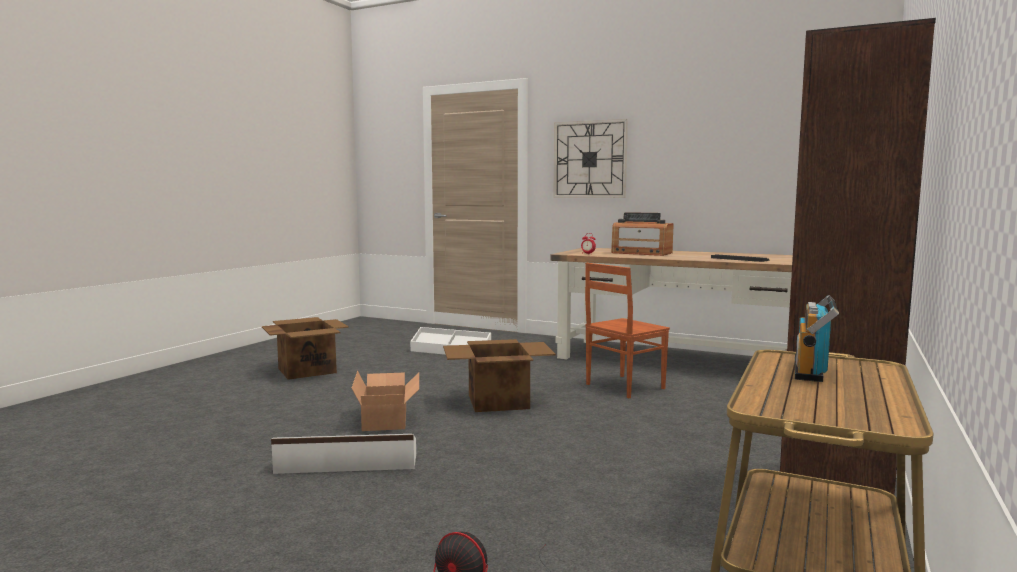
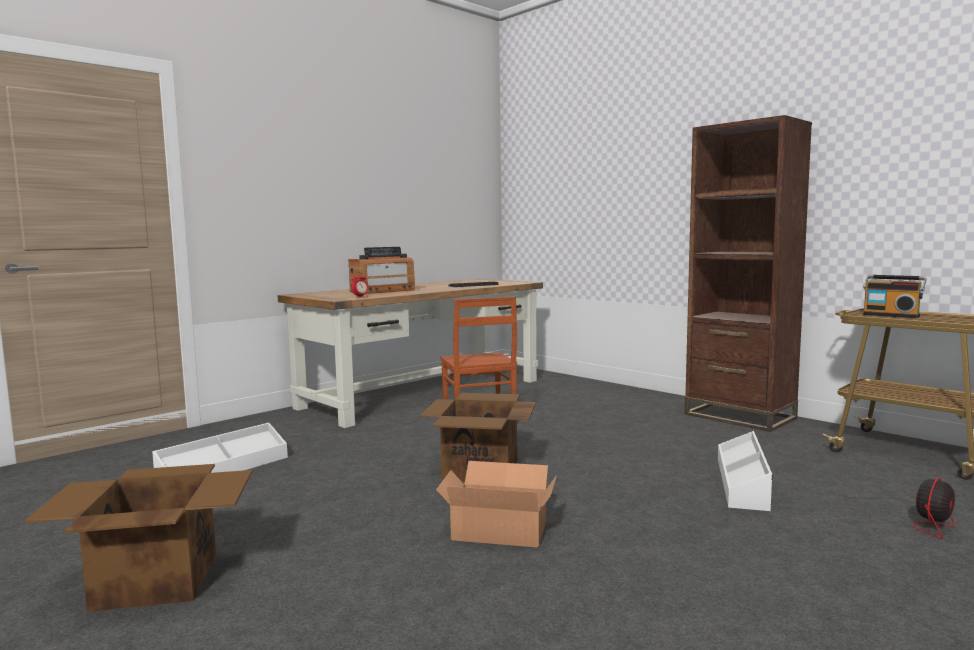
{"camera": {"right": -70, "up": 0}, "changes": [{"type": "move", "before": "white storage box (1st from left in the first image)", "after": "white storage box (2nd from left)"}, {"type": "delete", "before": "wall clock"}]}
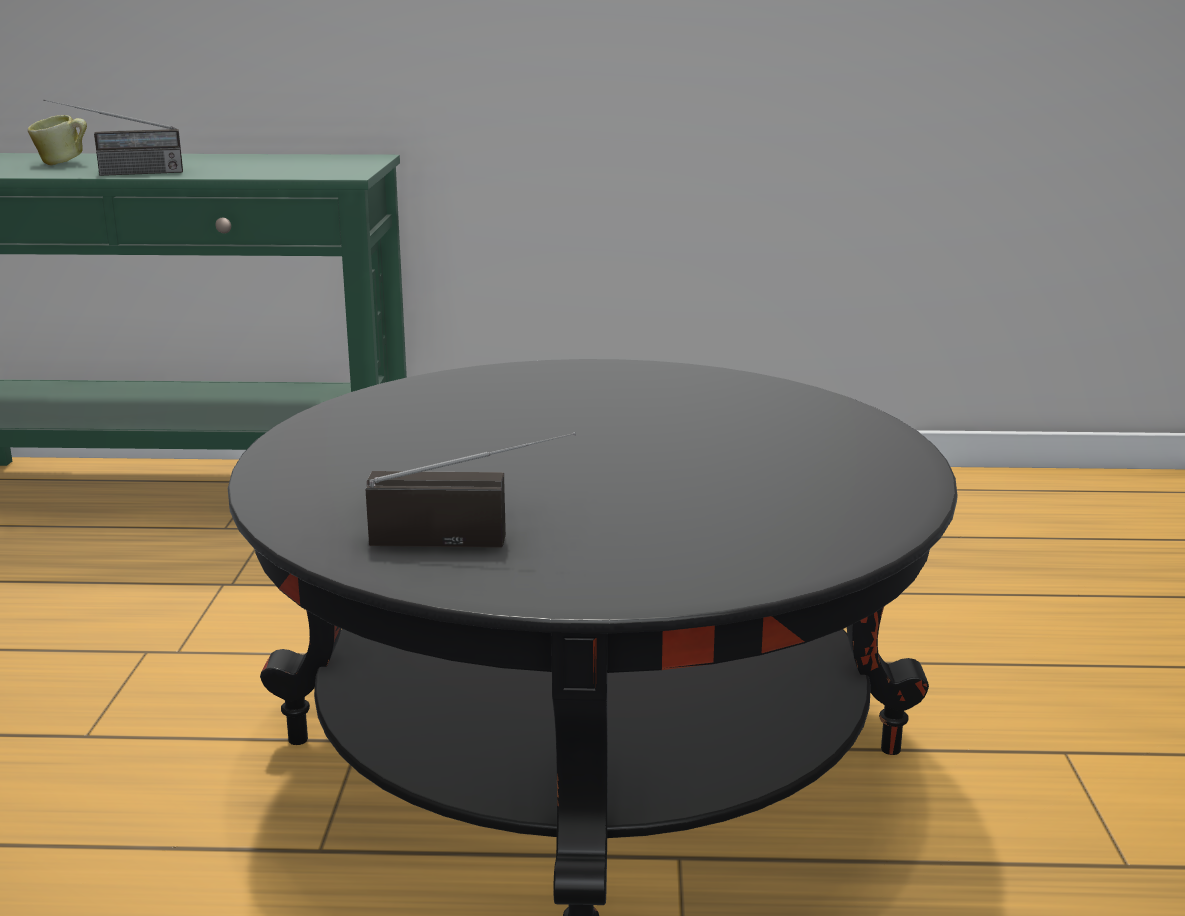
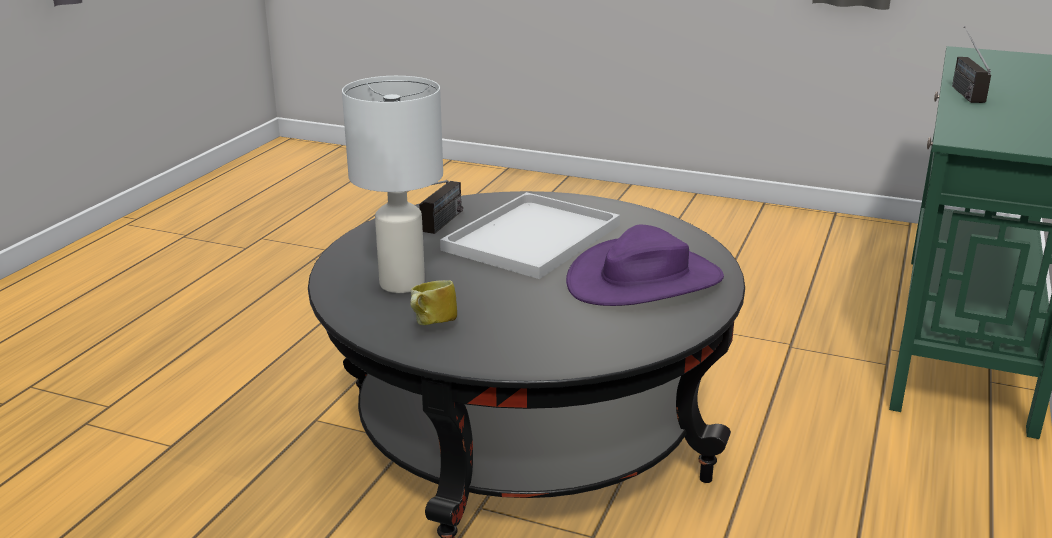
{"camera": {"right": 110, "up": 5}, "changes": [{"type": "move", "before": "mug"}, {"type": "insert", "after": "white table lamp"}, {"type": "insert", "after": "white tray"}, {"type": "insert", "after": "purple hat"}]}
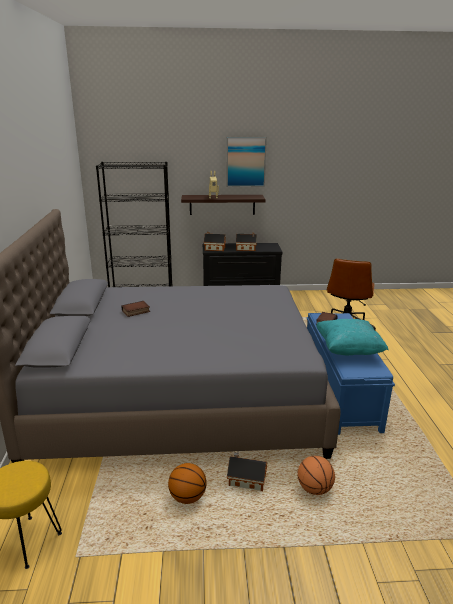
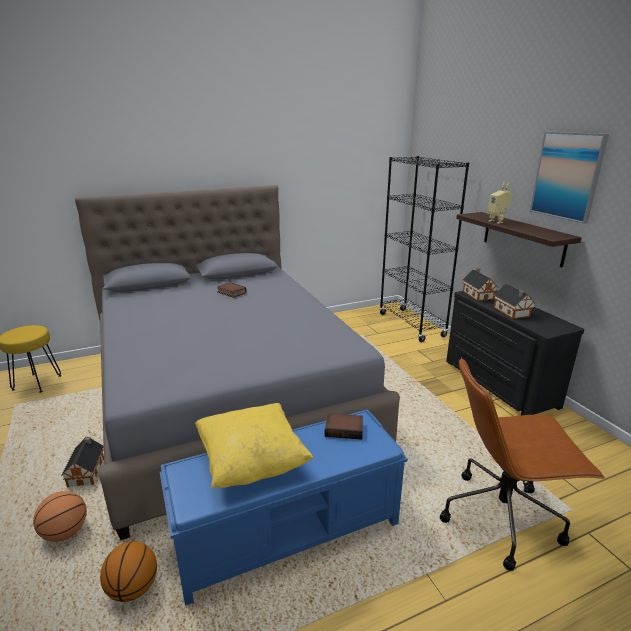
{"camera": {"right": 70, "up": 0}, "changes": [{"type": "move", "before": "basketball (1st from left in the first image)", "after": "basketball (2nd from left)"}, {"type": "recolor", "before": "turquoise pillow", "after": "yellow pillow"}]}
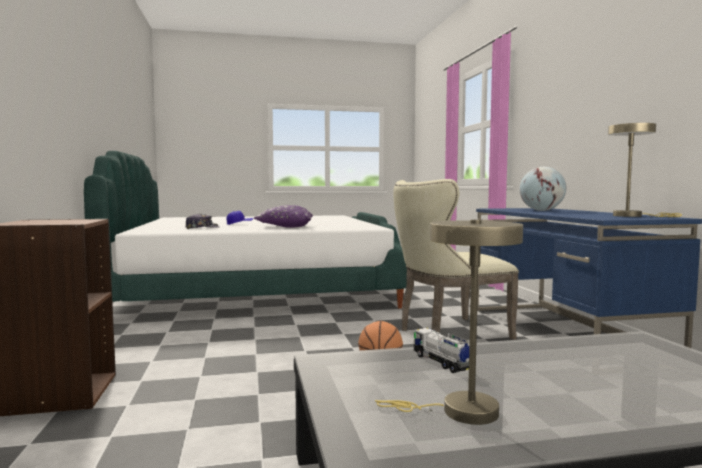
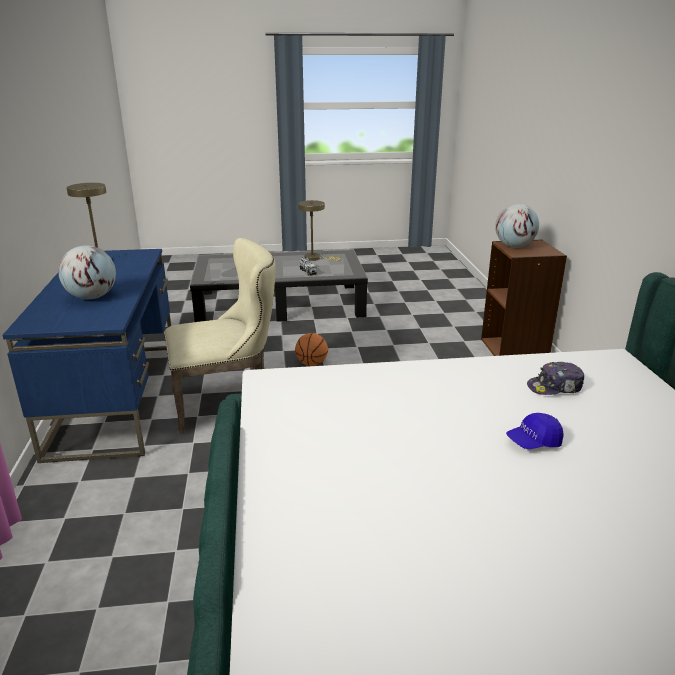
{"camera": {"right": -175, "up": 20}, "changes": [{"type": "delete", "before": "purple pillow"}, {"type": "insert", "after": "globe (2nd from left)"}]}
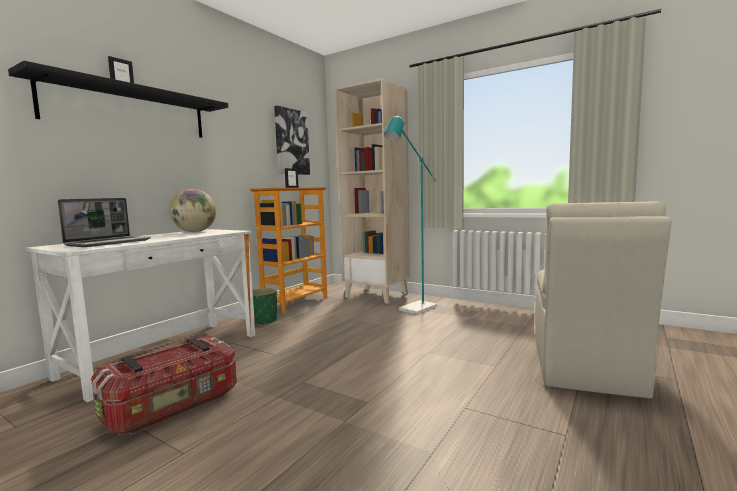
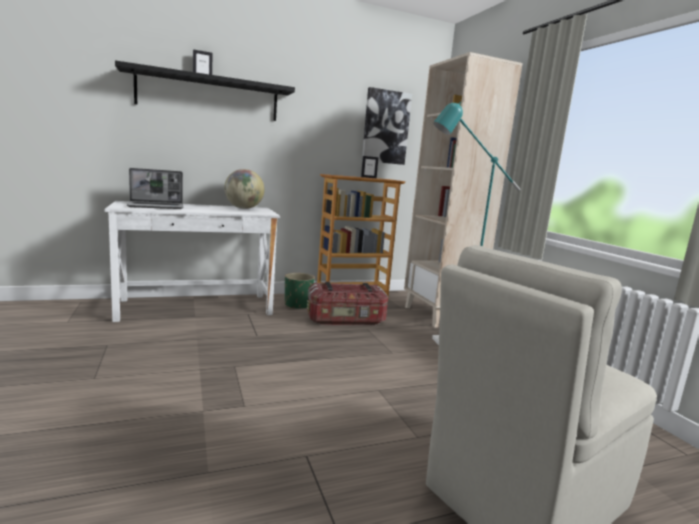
{"camera": {"right": 35, "up": 5}, "changes": [{"type": "move", "before": "storage box"}]}
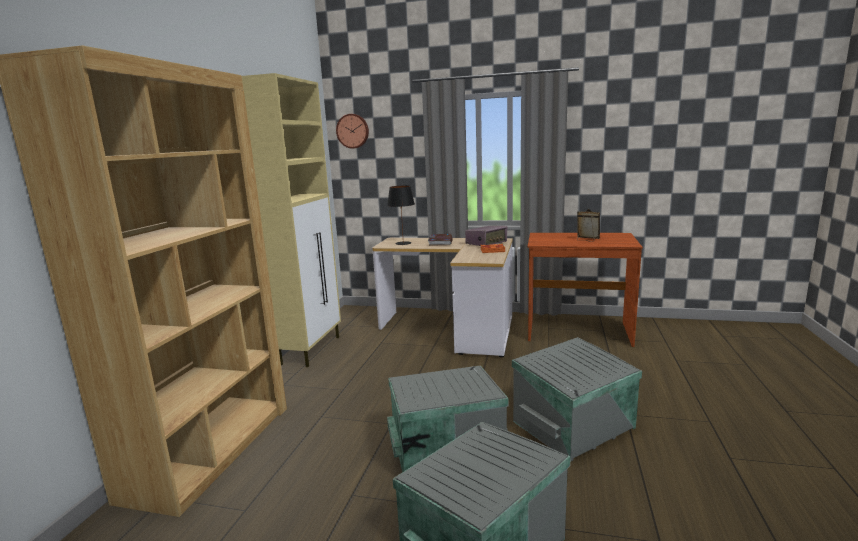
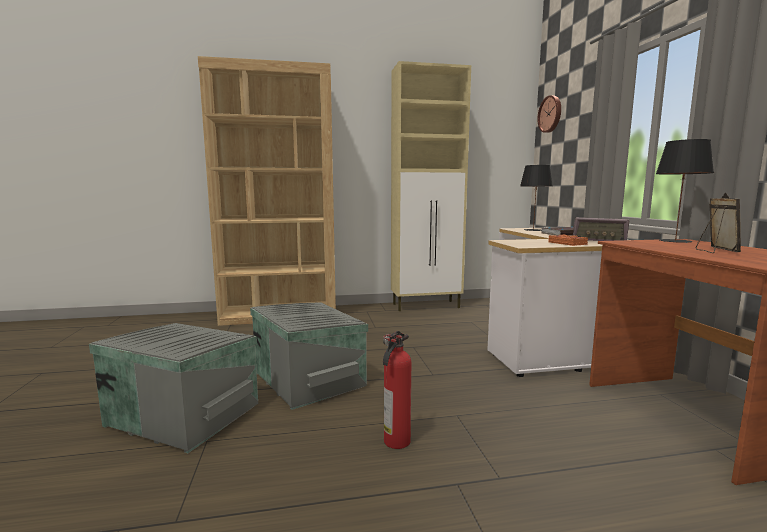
{"camera": {"right": 65, "up": -5}, "changes": [{"type": "replace", "before": "grey storage box (3rd from left)", "after": "fire extinguisher"}, {"type": "insert", "after": "black table lamp (2nd from left)"}]}
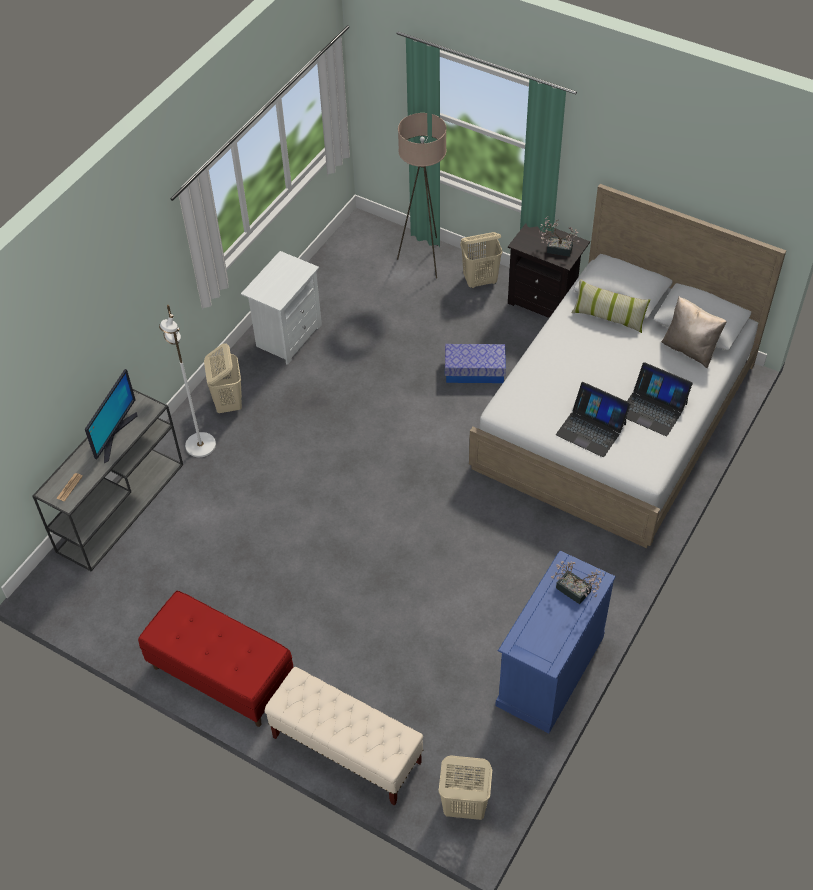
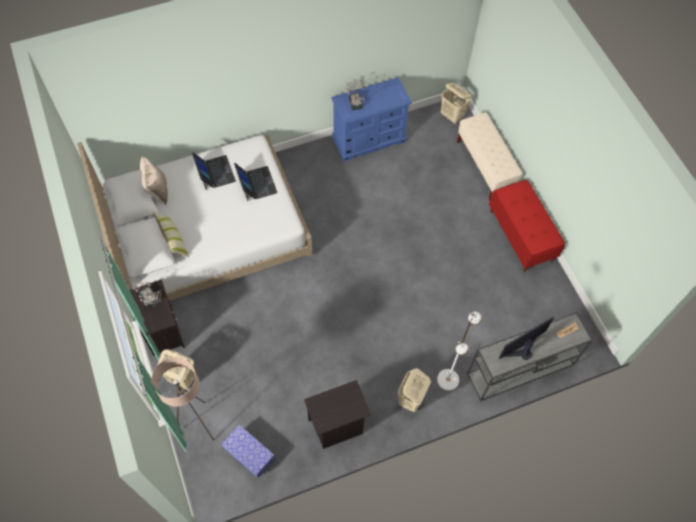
{"camera": {"right": -145, "up": 10}, "changes": [{"type": "recolor", "before": "white nightstand", "after": "black nightstand (2nd from left)"}, {"type": "move", "before": "storage box"}]}
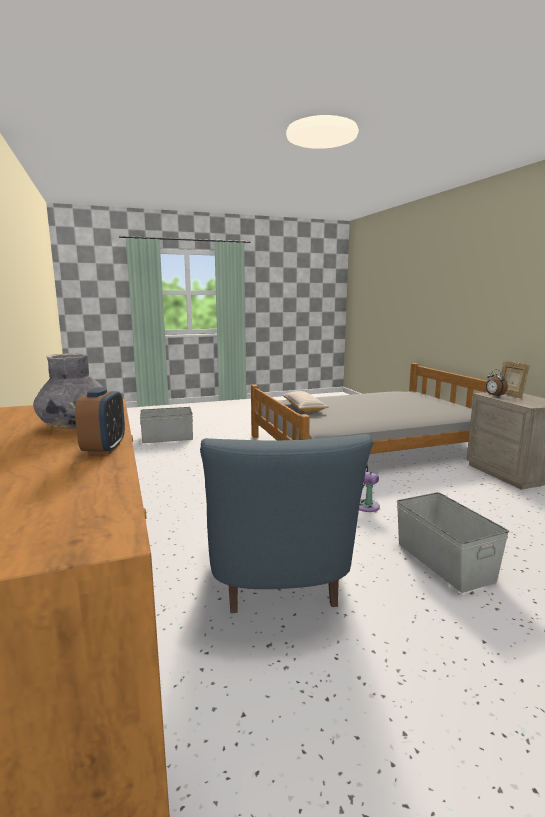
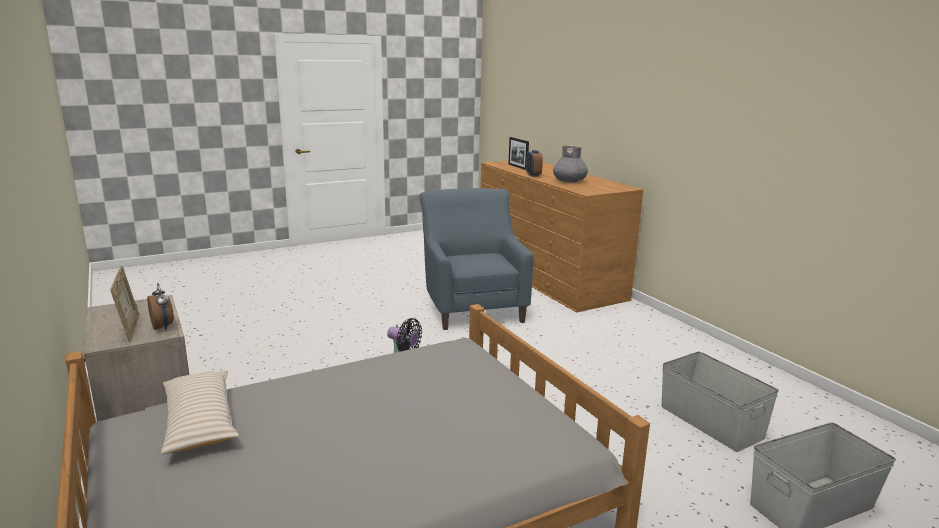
{"camera": {"right": 170, "up": 5}, "changes": [{"type": "move", "before": "beige pillow"}, {"type": "move", "before": "grey storage box (2nd from left in the first image)", "after": "grey storage box (1st from left)"}, {"type": "insert", "after": "picture frame (2nd from left)"}]}
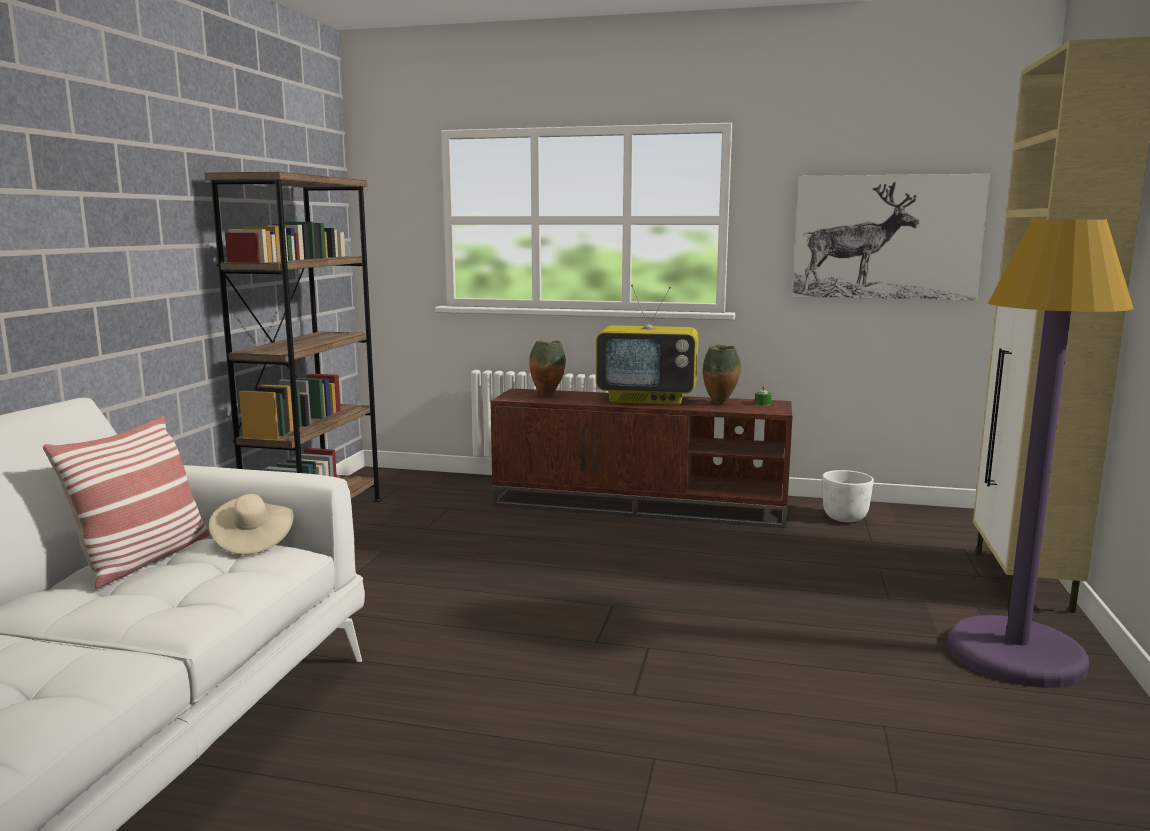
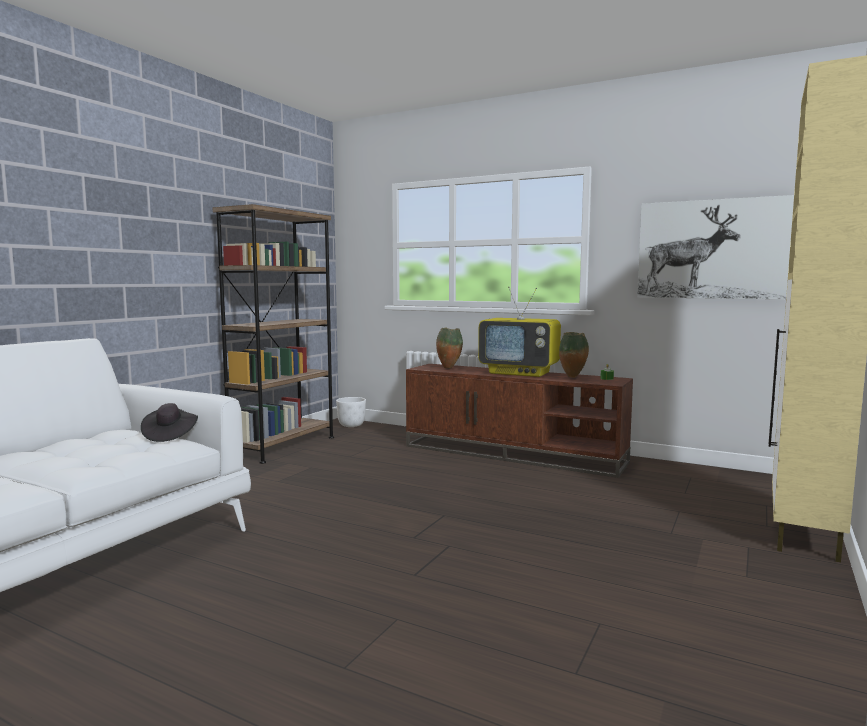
{"camera": {"right": 15, "up": -5}, "changes": [{"type": "delete", "before": "pillow"}, {"type": "recolor", "before": "beige hat", "after": "black hat"}, {"type": "move", "before": "white planter"}, {"type": "delete", "before": "purple floor lamp"}]}
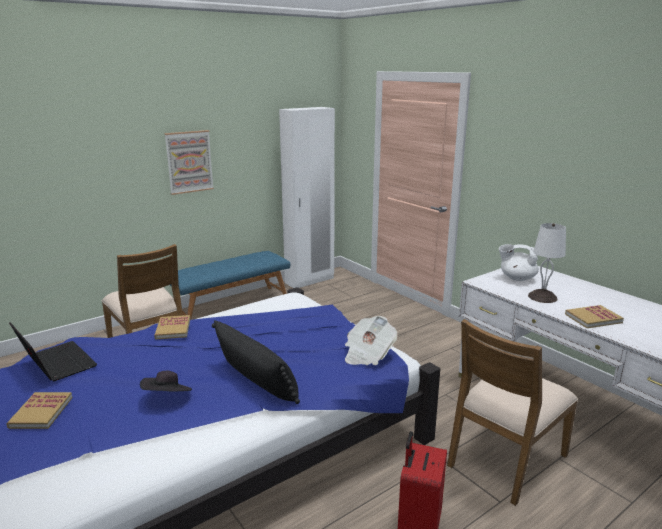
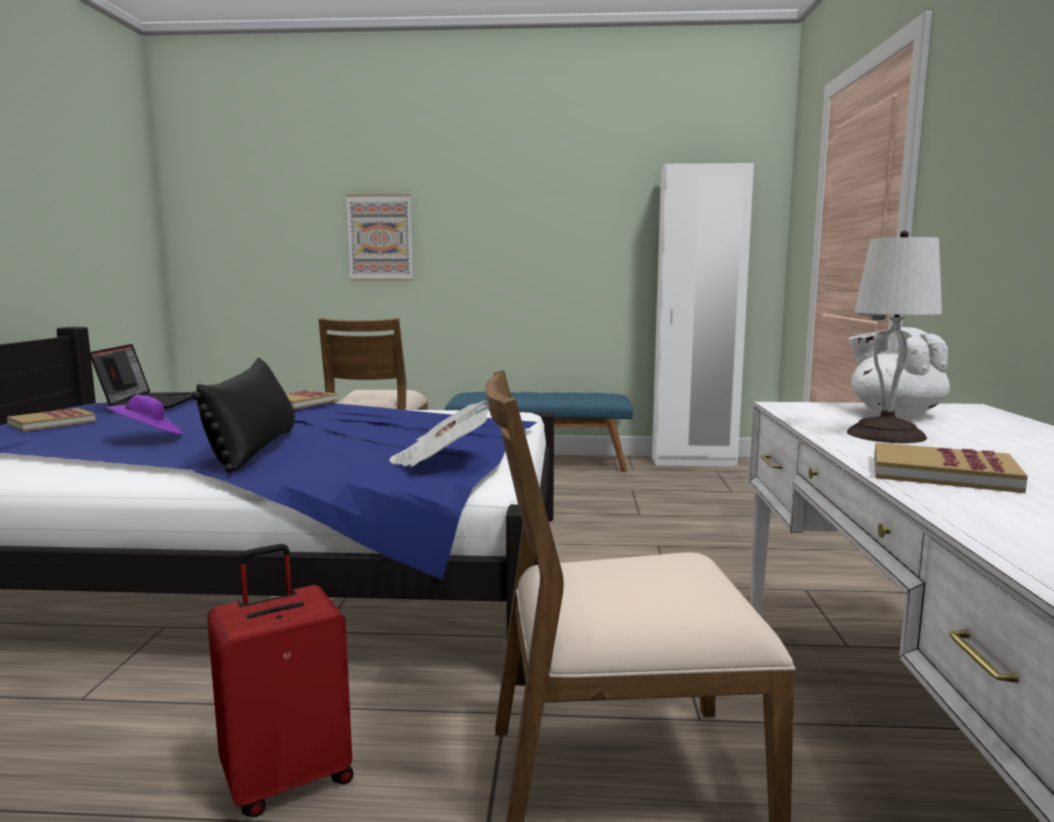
{"camera": {"right": 40, "up": -10}, "changes": [{"type": "recolor", "before": "black hat", "after": "purple hat"}, {"type": "move", "before": "picture"}]}
